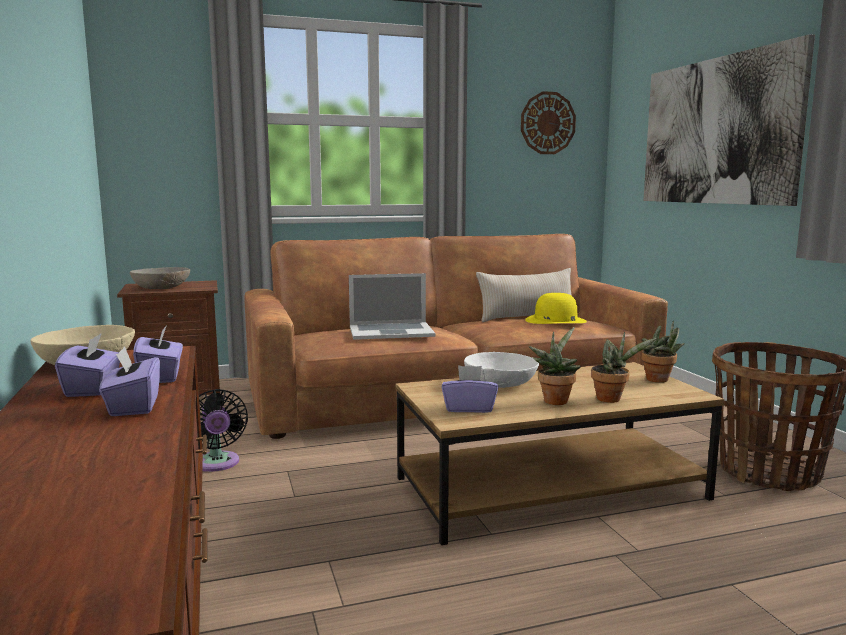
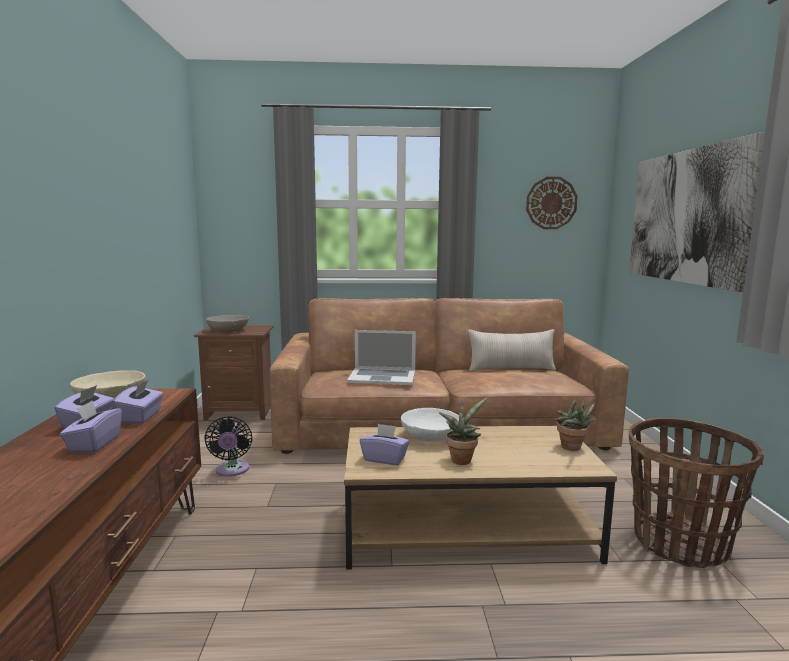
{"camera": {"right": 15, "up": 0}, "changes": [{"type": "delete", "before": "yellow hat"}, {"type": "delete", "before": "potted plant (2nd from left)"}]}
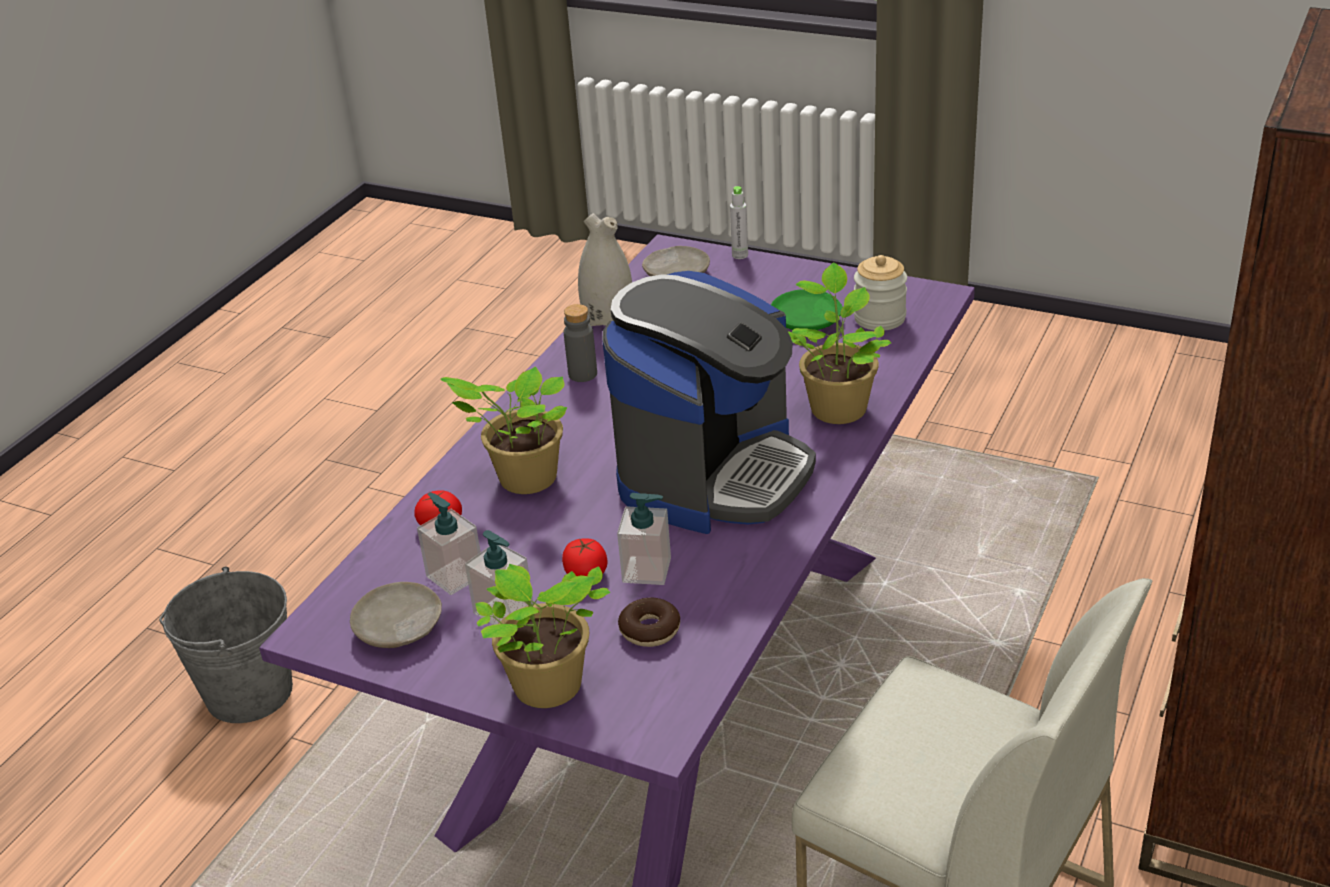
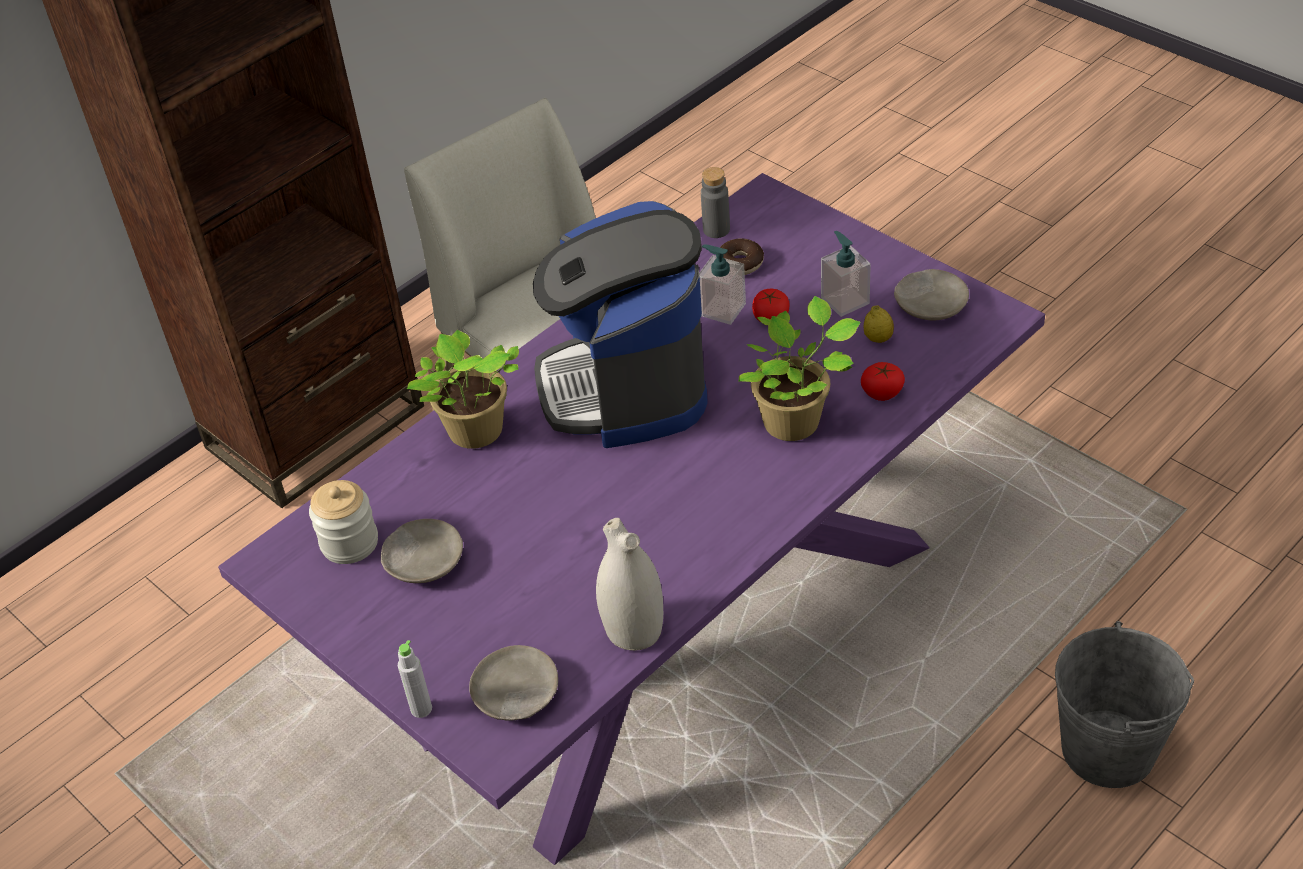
{"camera": {"right": -160, "up": 10}, "changes": [{"type": "replace", "before": "soap dispenser (1st from left)", "after": "lemon"}, {"type": "delete", "before": "potted plant (2nd from left)"}, {"type": "move", "before": "grey bottle (1st from left in the first image)", "after": "grey bottle (2nd from left)"}, {"type": "rotate", "before": "coffee machine", "turn": -60}, {"type": "recolor", "before": "green plate", "after": "beige plate (1st from left)"}]}
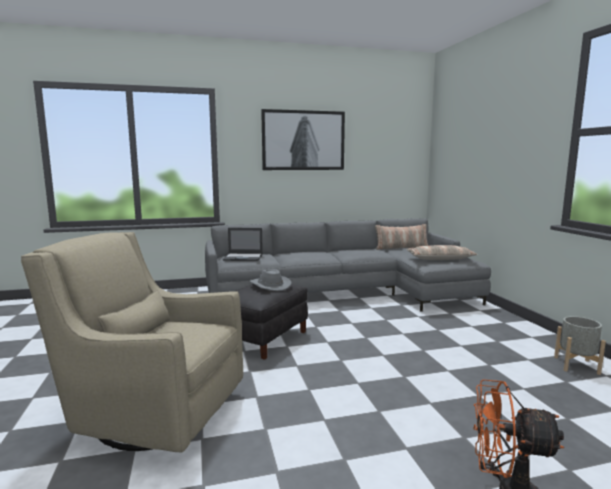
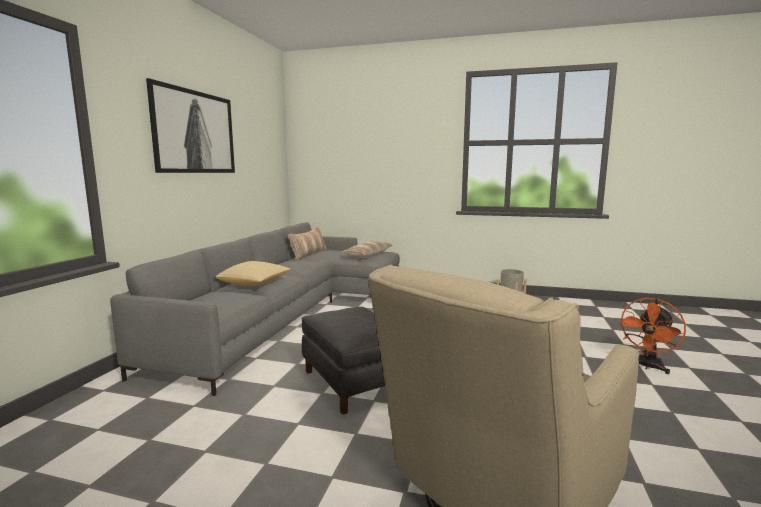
{"camera": {"right": -60, "up": 0}, "changes": [{"type": "delete", "before": "laptop"}, {"type": "delete", "before": "grey hat"}, {"type": "insert", "after": "pillow (1st from left)"}]}
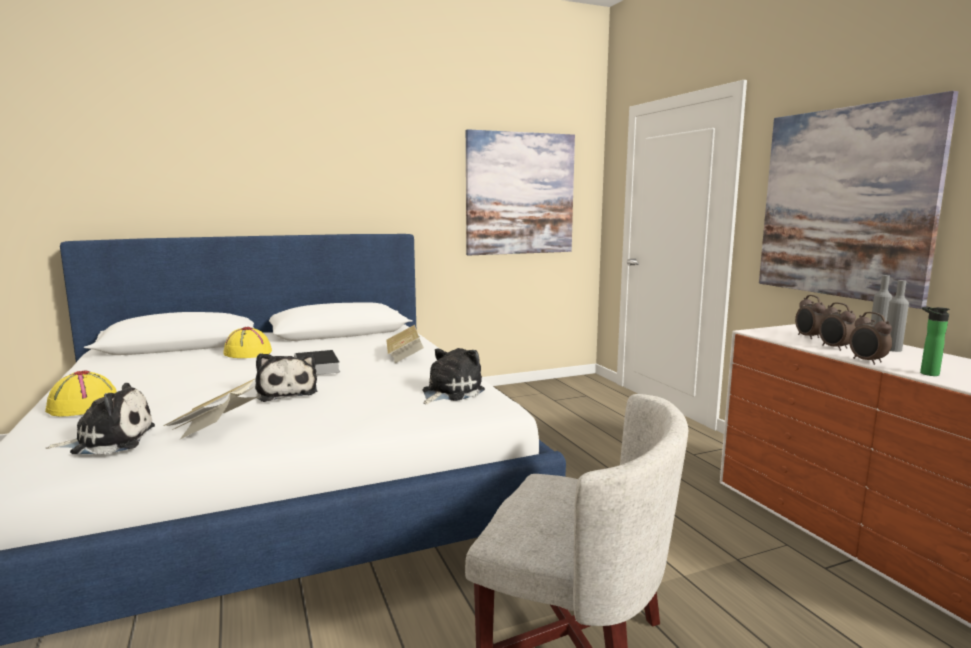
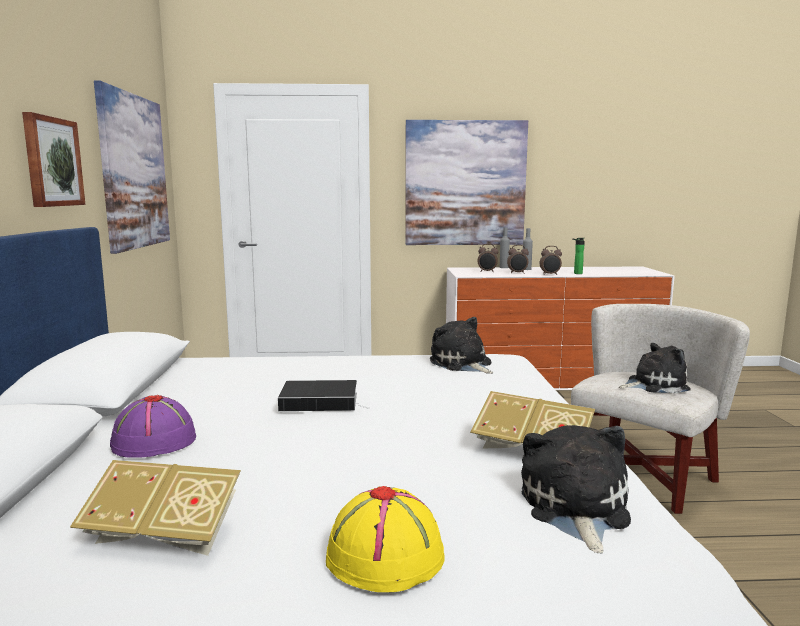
{"camera": {"right": -70, "up": 0}, "changes": [{"type": "recolor", "before": "yellow hat (2nd from left)", "after": "purple hat"}, {"type": "move", "before": "plush toy (2nd from left in the first image)", "after": "plush toy (3rd from left)"}, {"type": "move", "before": "book (3rd from left in the first image)", "after": "book (1st from left)"}, {"type": "insert", "after": "picture (1st from left)"}]}
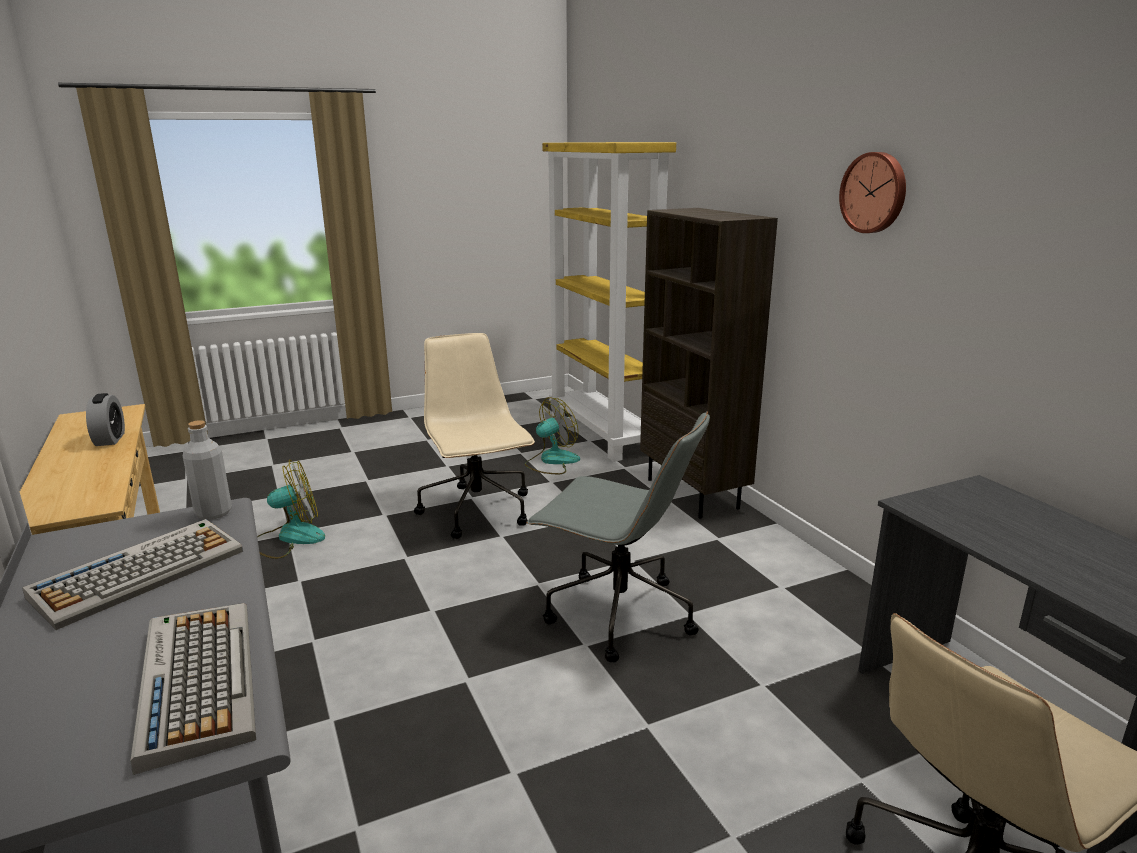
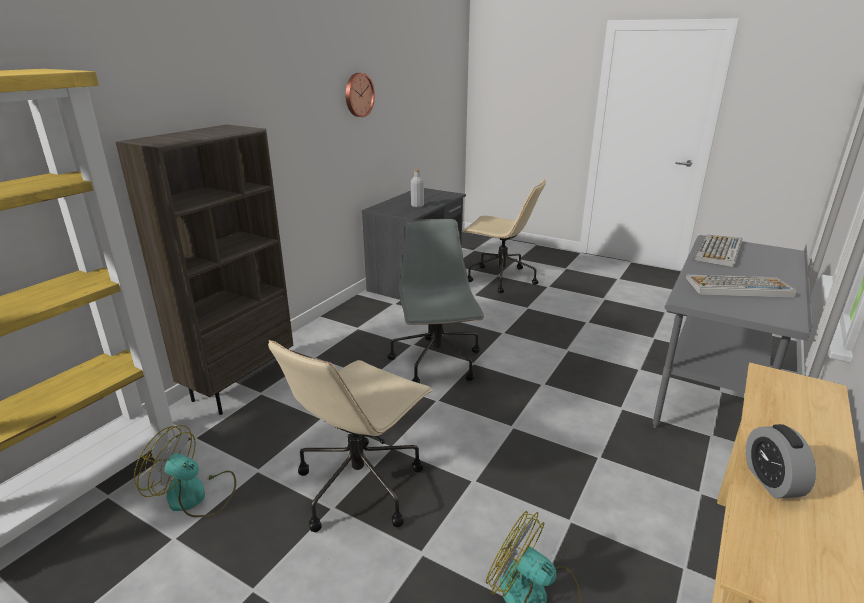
{"camera": {"right": -125, "up": 5}, "changes": [{"type": "rotate", "before": "alarm clock", "turn": -45}, {"type": "move", "before": "grey bottle"}, {"type": "move", "before": "wall clock"}]}
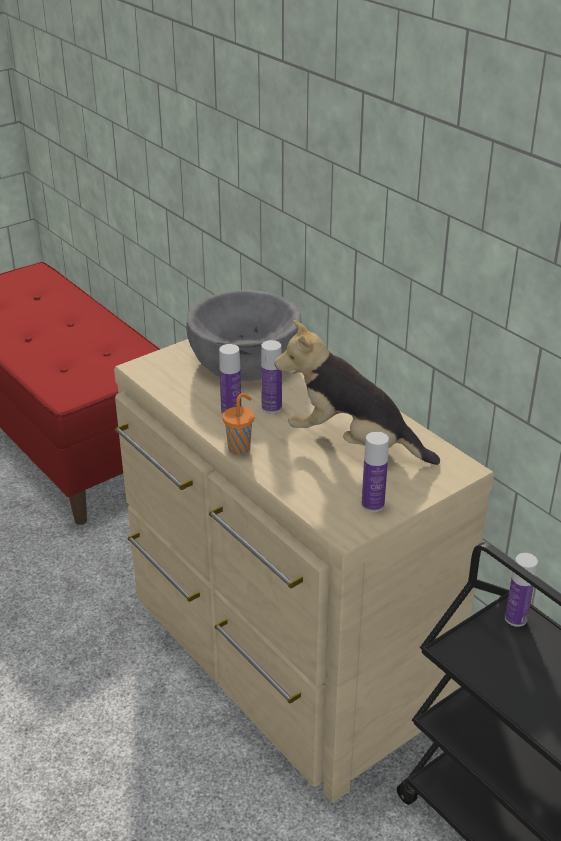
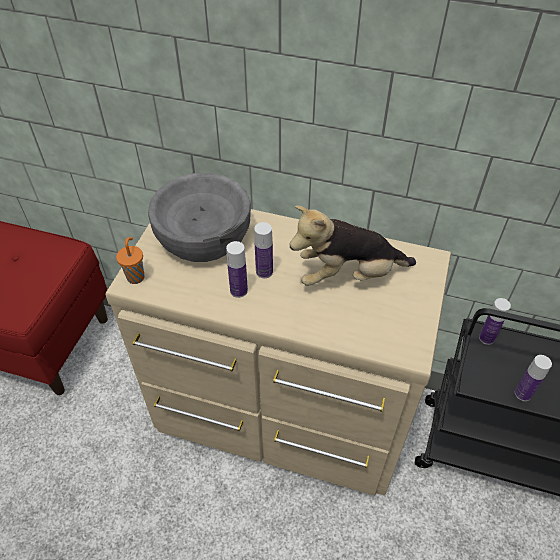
{"camera": {"right": -35, "up": 15}, "changes": [{"type": "move", "before": "orange cup"}, {"type": "move", "before": "bottle (3rd from left in the first image)", "after": "bottle (4th from left)"}]}
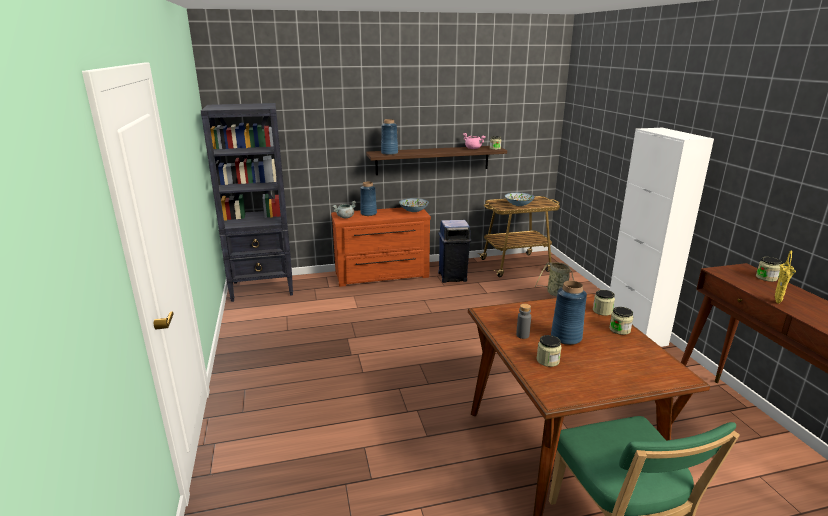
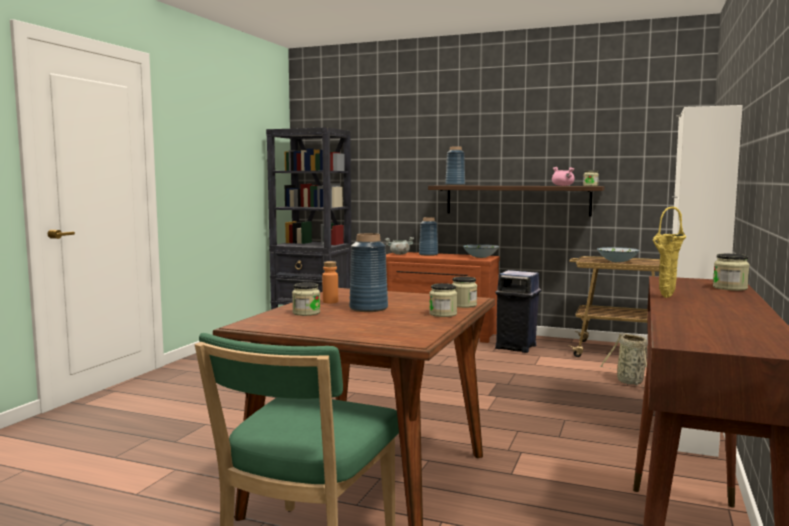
{"camera": {"right": 35, "up": -15}, "changes": [{"type": "recolor", "before": "grey bottle", "after": "orange bottle"}]}
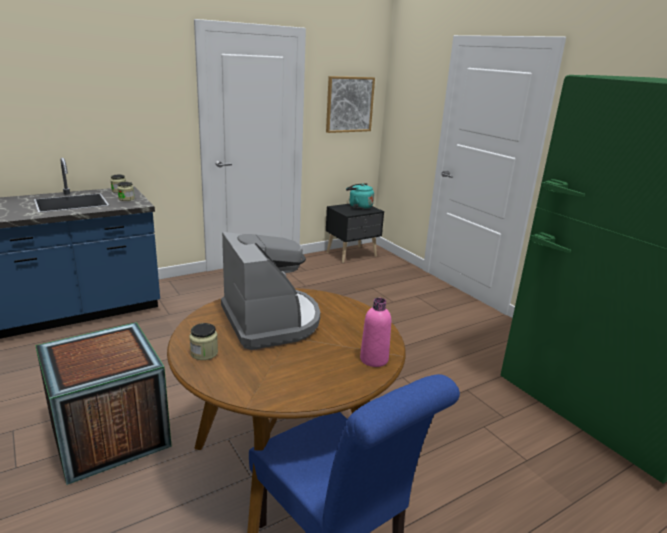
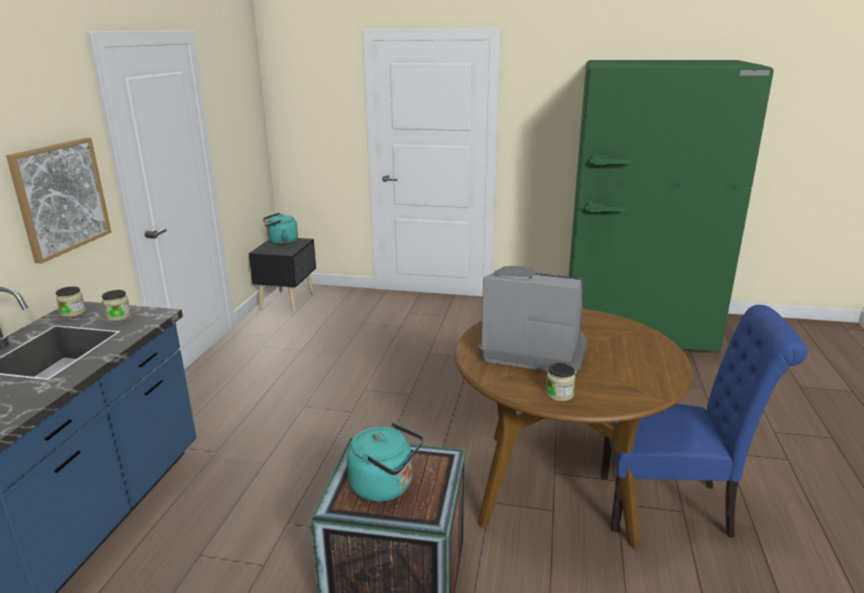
{"camera": {"right": -45, "up": 0}, "changes": [{"type": "move", "before": "picture"}, {"type": "delete", "before": "pink bottle"}, {"type": "insert", "after": "turquoise kettle (2nd from left)"}]}
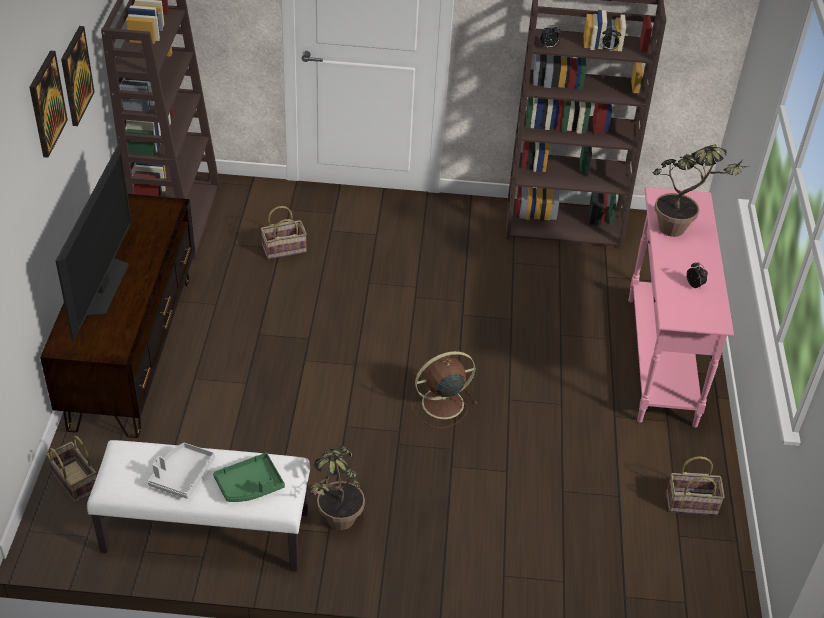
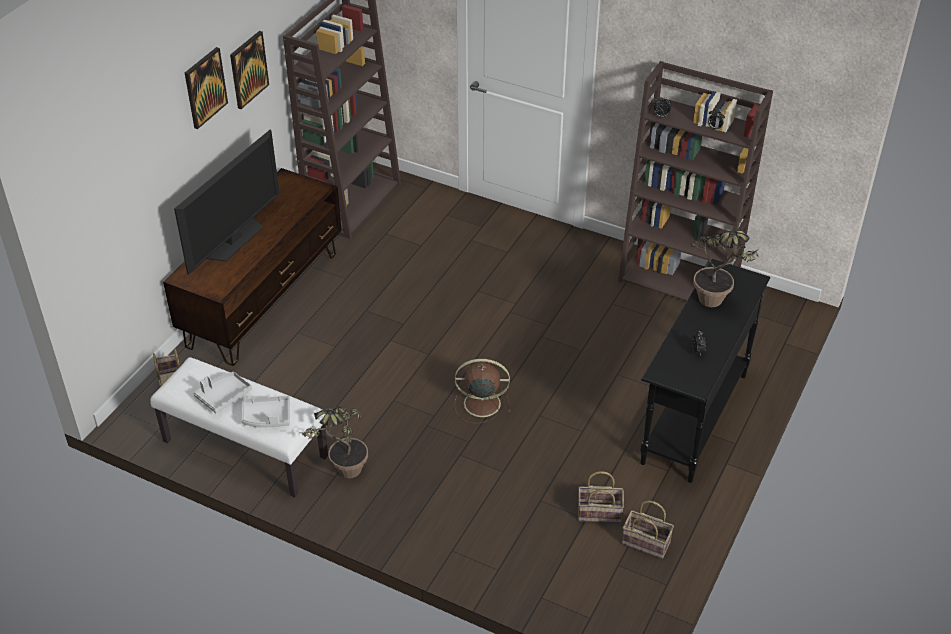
{"camera": {"right": 25, "up": 0}, "changes": [{"type": "recolor", "before": "green tray", "after": "grey tray (2nd from left)"}, {"type": "move", "before": "basket (2nd from left)"}, {"type": "recolor", "before": "pink console table", "after": "black console table"}]}
